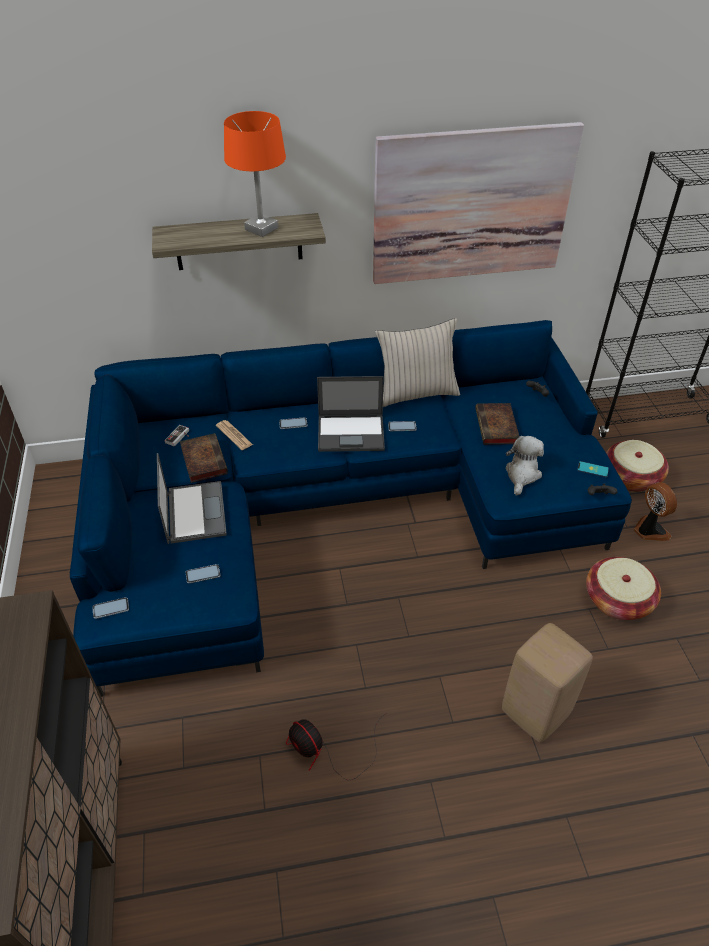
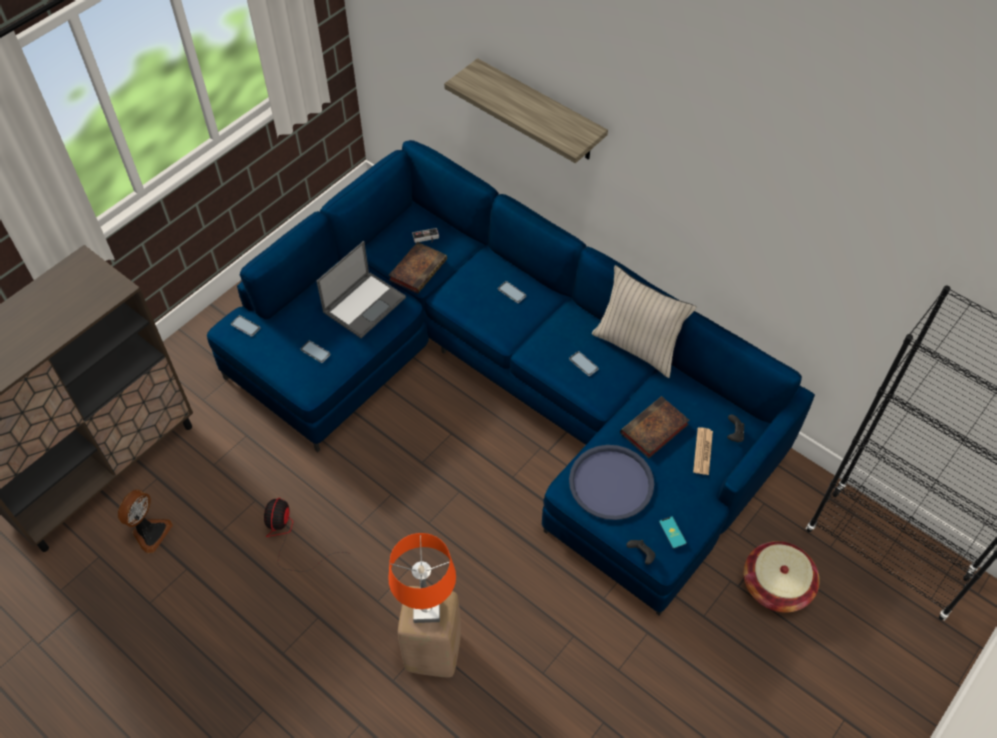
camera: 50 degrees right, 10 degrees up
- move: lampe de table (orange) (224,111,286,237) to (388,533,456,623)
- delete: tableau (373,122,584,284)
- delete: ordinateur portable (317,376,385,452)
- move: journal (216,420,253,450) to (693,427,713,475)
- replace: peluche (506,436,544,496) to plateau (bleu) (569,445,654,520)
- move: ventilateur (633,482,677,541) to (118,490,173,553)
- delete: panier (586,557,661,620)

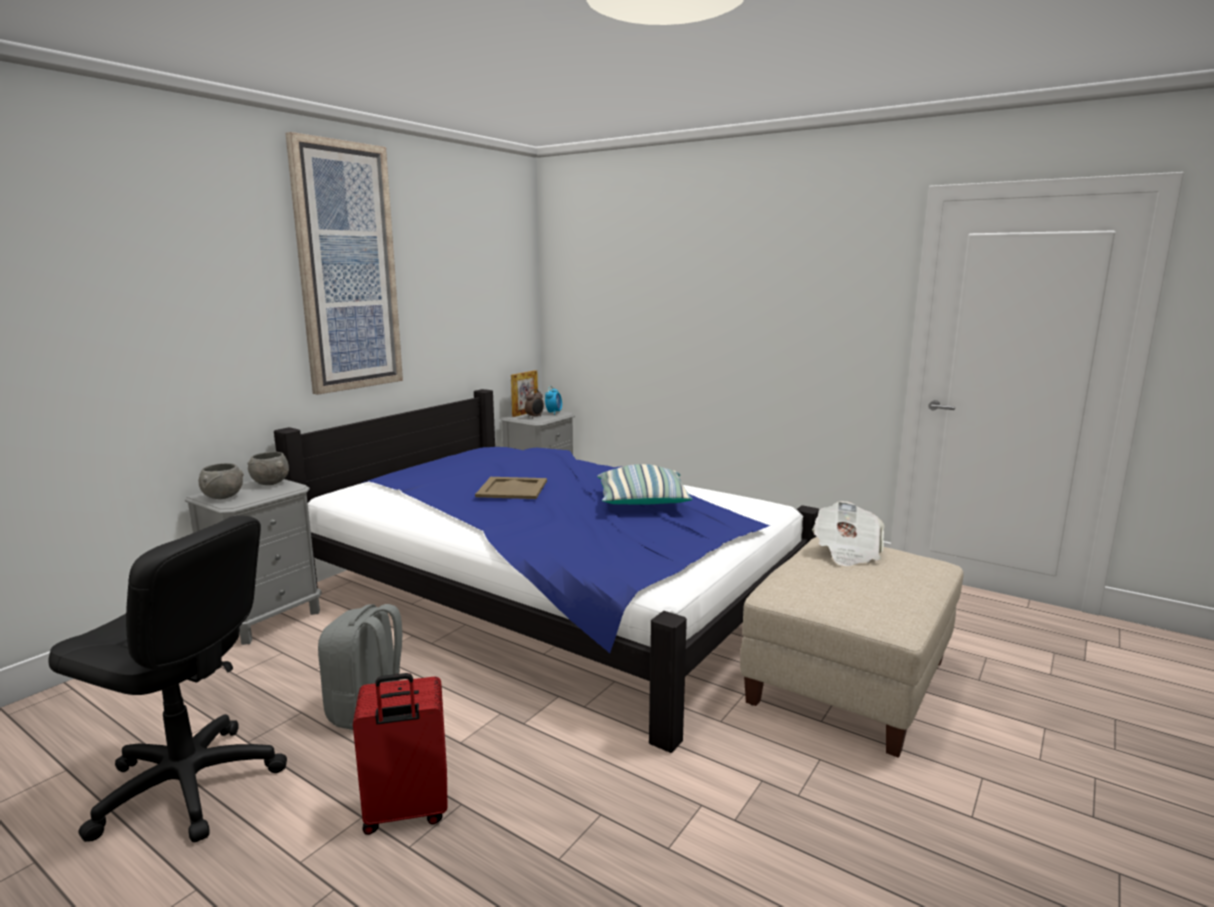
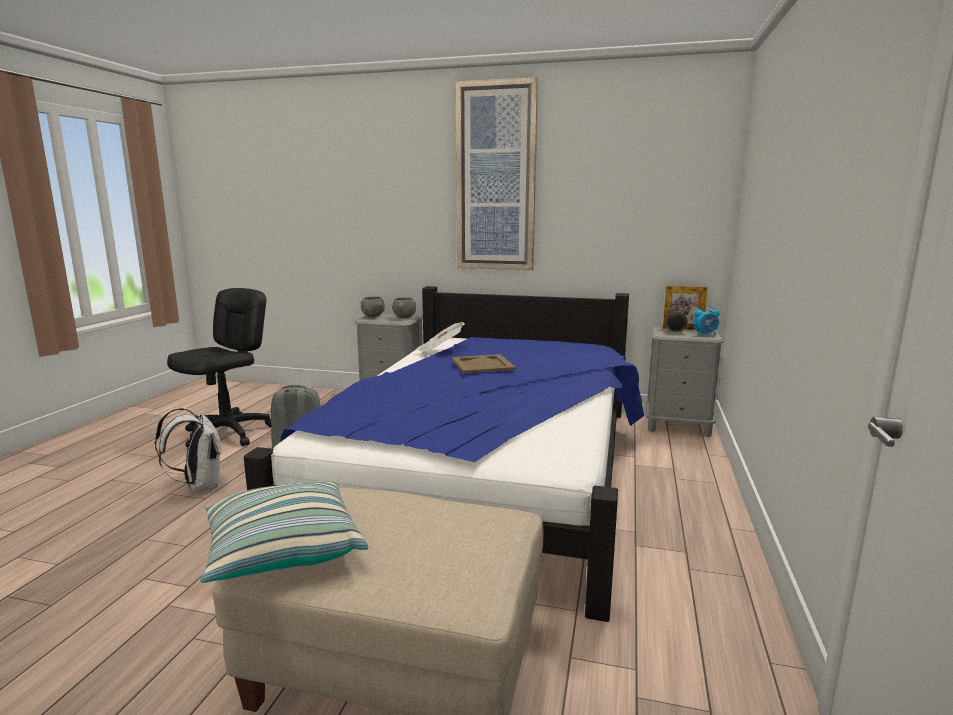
camera: 70 degrees right, 0 degrees up
- move: coussin (597,464,693,505) to (200,481,368,583)
- move: journal (812,501,885,566) to (417,322,465,352)
- rotate: chaise de bureau (noir) (48,515,287,843) = (167,288,272,448) 150 degrees counterclockwise
- replace: valise (rouge) (353,673,448,835) to sac à dos (blanc) (155,408,222,491)

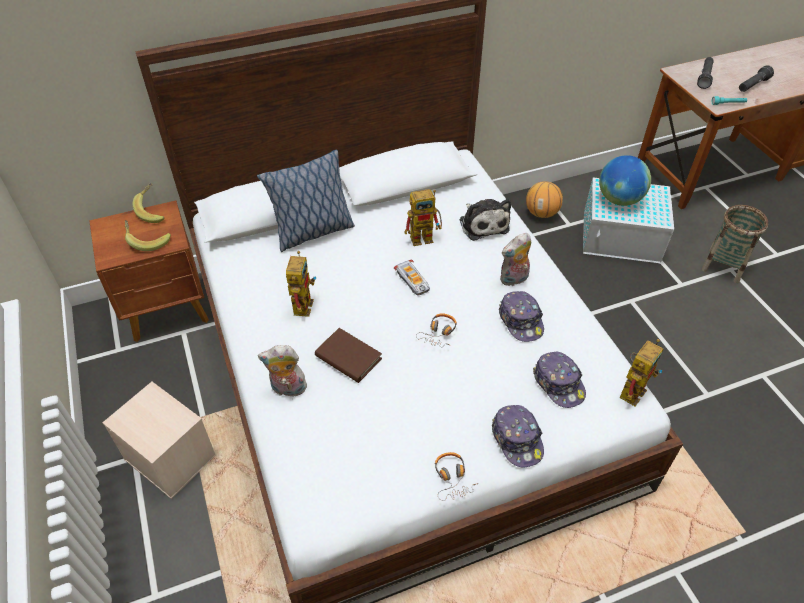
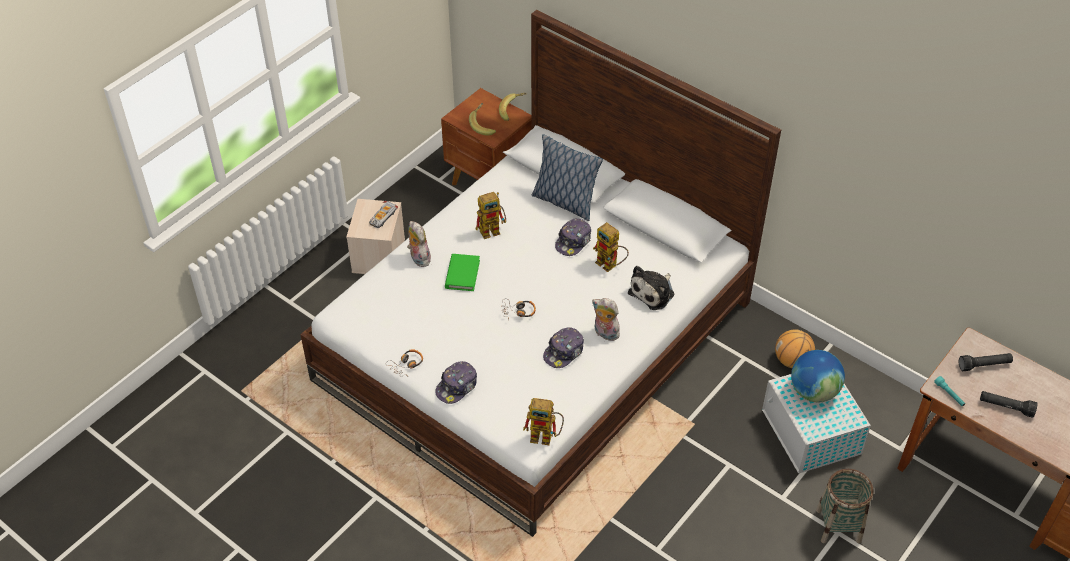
camera: 60 degrees right, 0 degrees up
- move: petite voiture (394,260,430,296) to (369,201,398,228)
- recolor: livre (marron) (315,328,382,383) to livre (vert) (445,254,480,291)
- move: casquette (533,352,586,408) to (555,218,591,256)

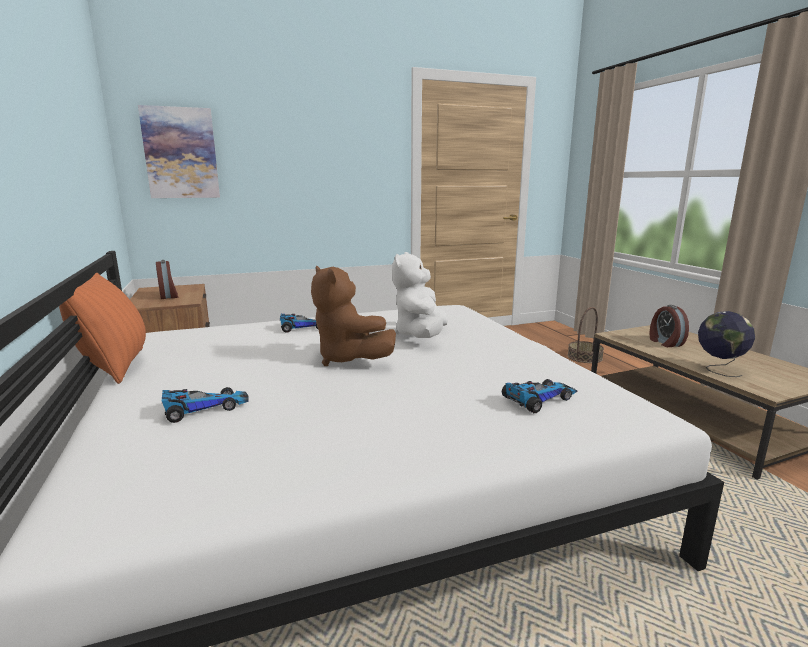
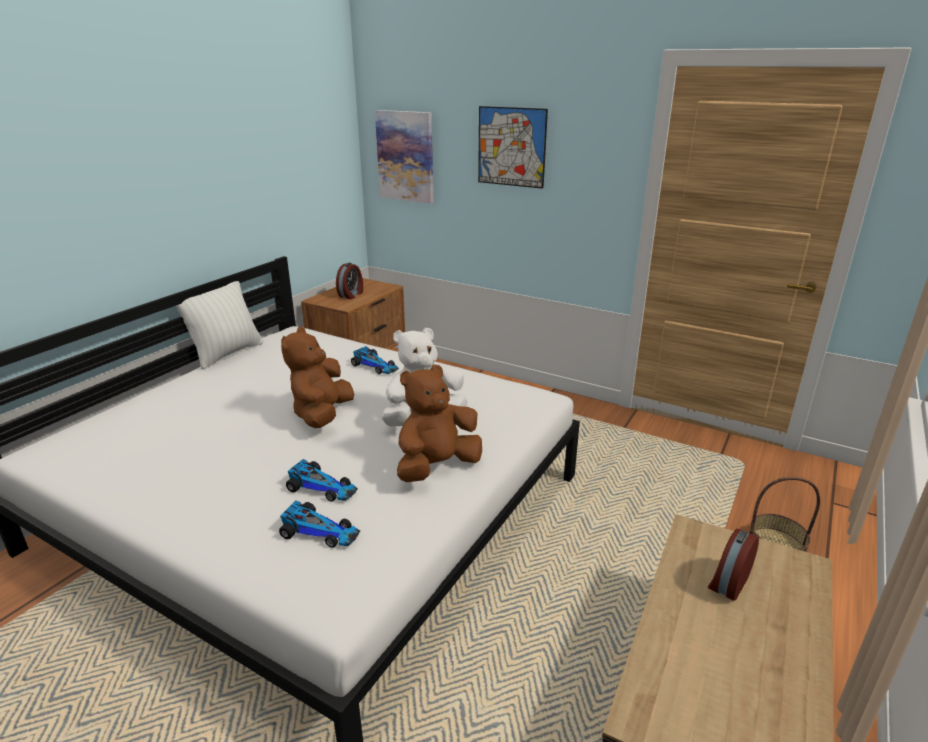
camera: 50 degrees right, 10 degrees up
- recolor: coussin (orange) (59,273,146,384) to coussin (blanc) (176,281,263,370)
- delete: globe (698,311,755,377)
- move: petite voiture (162,387,249,423) to (286,459,358,502)
- insert: tableau (478,106,548,189)
- insert: peluche (marron) (397,364,482,482)

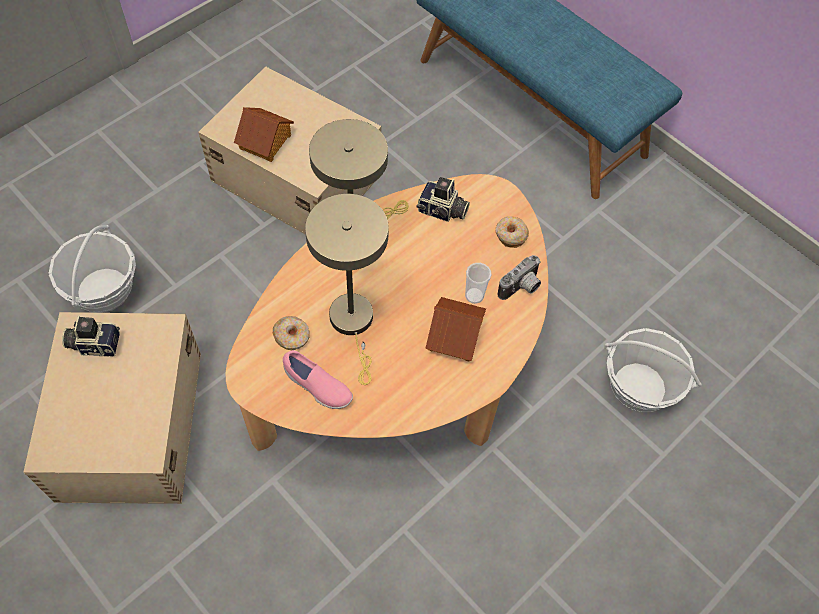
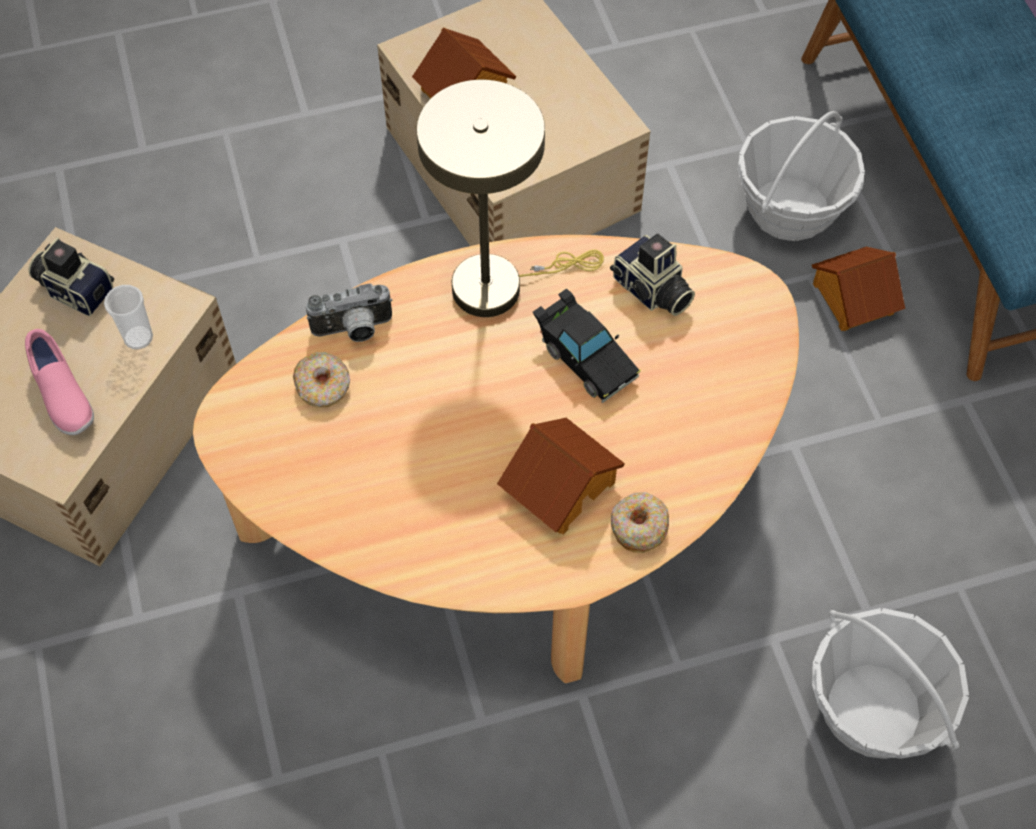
camera: 30 degrees right, 0 degrees up
- delete: lampe de table (beige) (305,194,389,385)
- move: beignet (496,217,529,248) to (611,492,669,553)
- move: panier (48,225,136,313) to (738,111,865,241)
- move: appareil photo (498,255,541,300) to (306,283,392,342)
- move: tasse (465,263,491,304) to (104,285,153,349)
- move: chaussure (rose) (283,350,353,409) to (25,329,94,435)
- insert: maison miniature (812,247,905,331)
- insert: petite voiture (noir) (533,289,641,403)

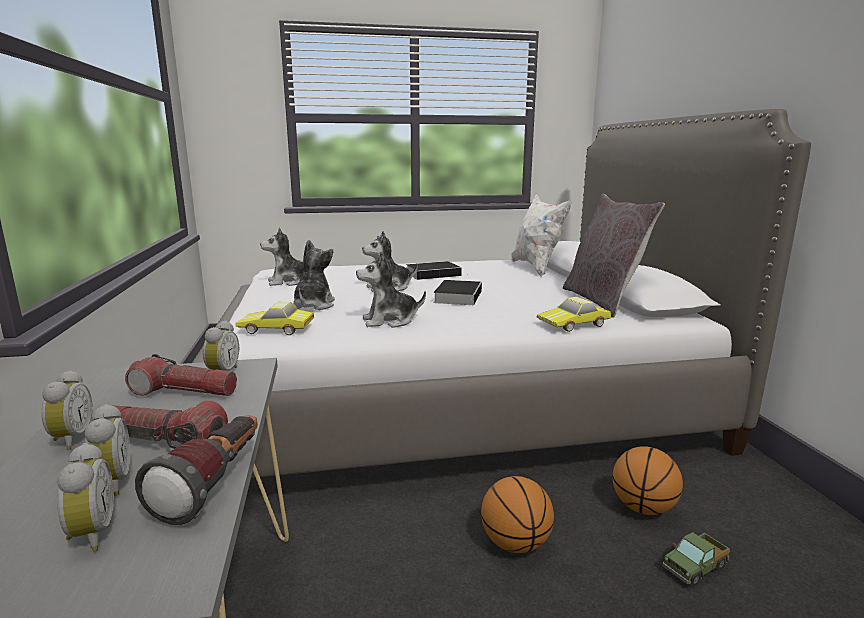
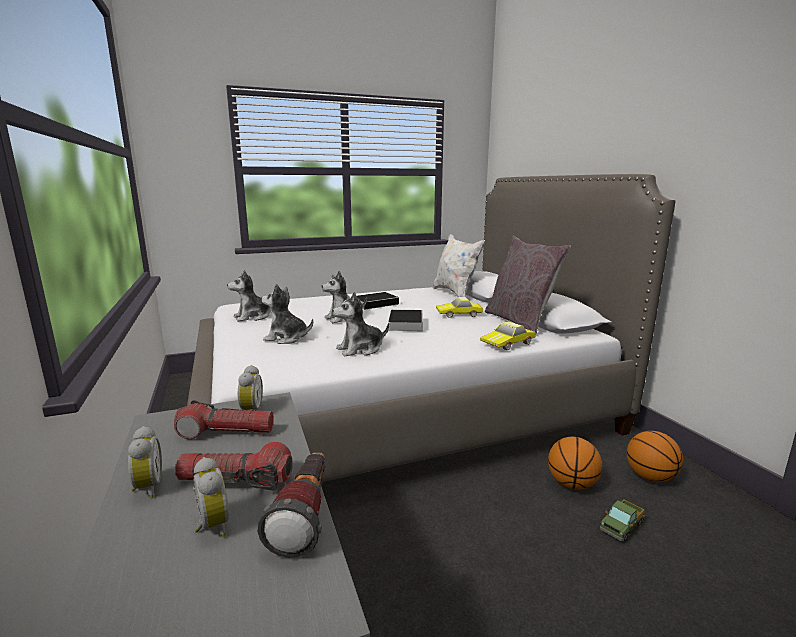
camera: 10 degrees left, 0 degrees up
- rotate: peluche (293,240,335,310) = (262,284,313,344) 75 degrees counterclockwise
- move: petite voiture (236,301,314,335) to (436,297,483,318)
- delete: réveil (57,443,114,552)
- move: ballon de basket (481,476,554,553) to (627,431,683,482)

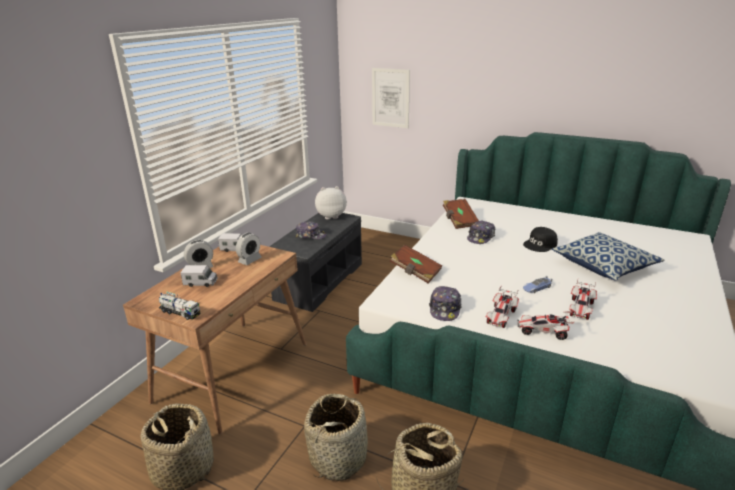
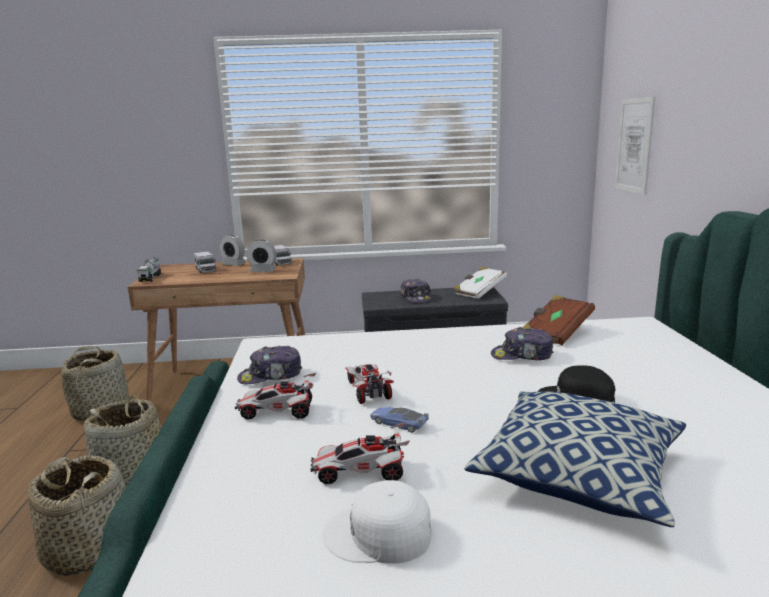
camera: 60 degrees right, 10 degrees down
- replace: peluche (315,186,347,220) to livre (blanc) (454,267,507,299)
- delete: livre (marron) (390,245,442,283)
- move: petite voiture (518,311,574,340) to (345,364,394,404)
- insert: casquette (blanc) (323,480,431,564)

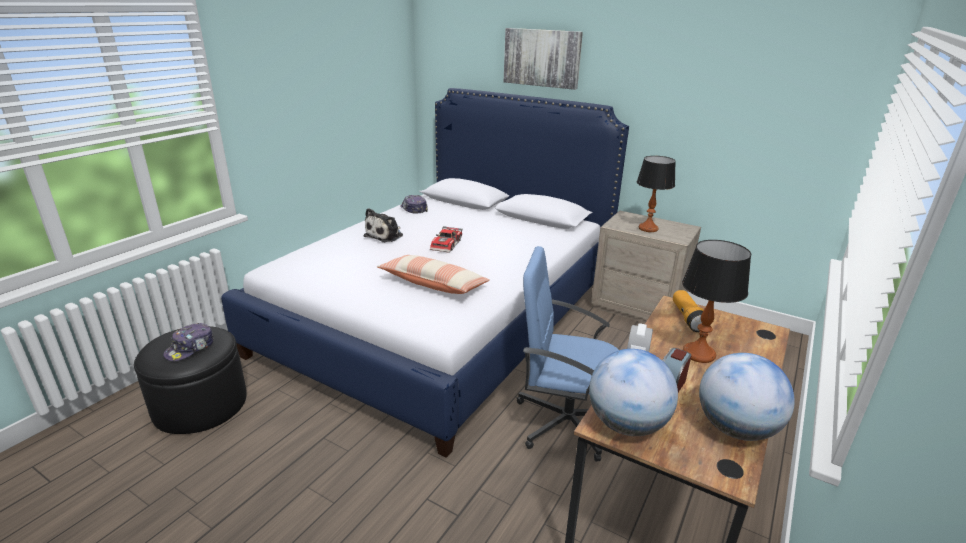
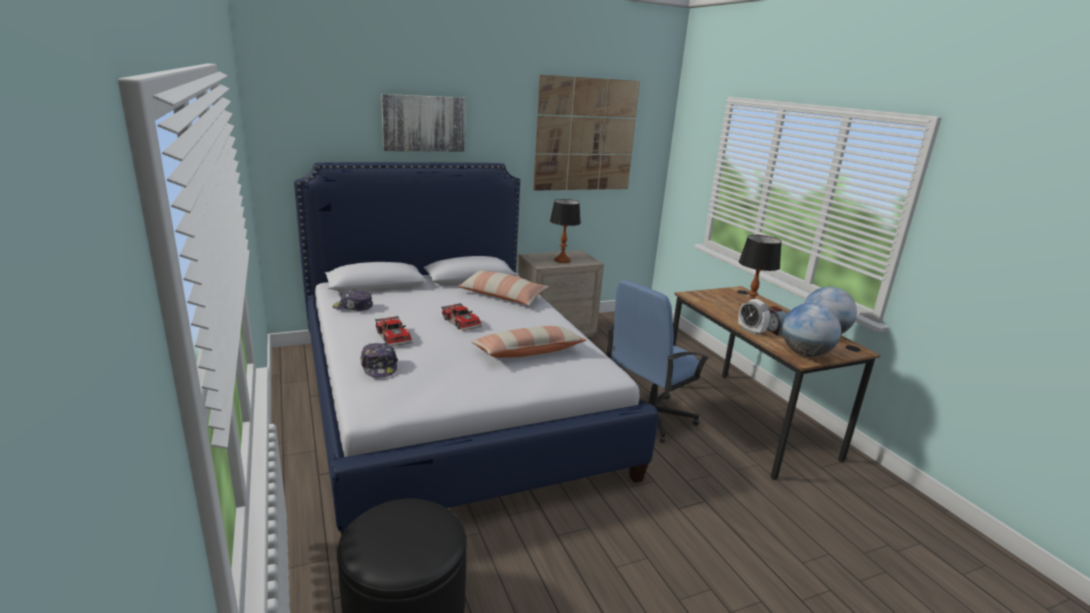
camera: 55 degrees left, 5 degrees down
- replace: peluche (363,208,403,242) to petite voiture (375,315,412,346)
- delete: lampe de poche (673,290,704,332)
- move: casquette (163,323,214,361) to (360,343,398,377)
- insert: tableau (533,75,640,191)
- insert: coussin (457,270,549,306)

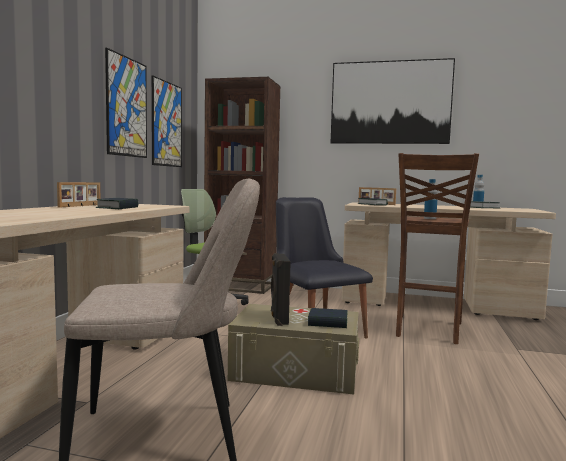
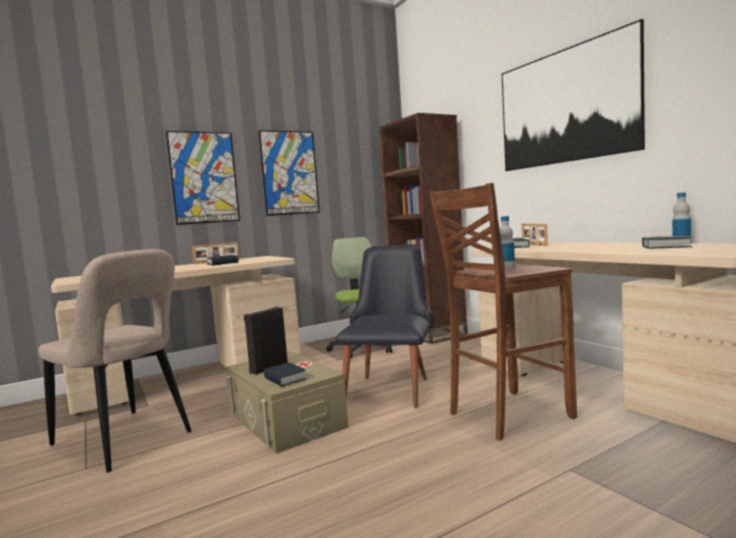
camera: 45 degrees right, 0 degrees up
- move: tableau (152,75,182,167) to (166,131,240,225)

